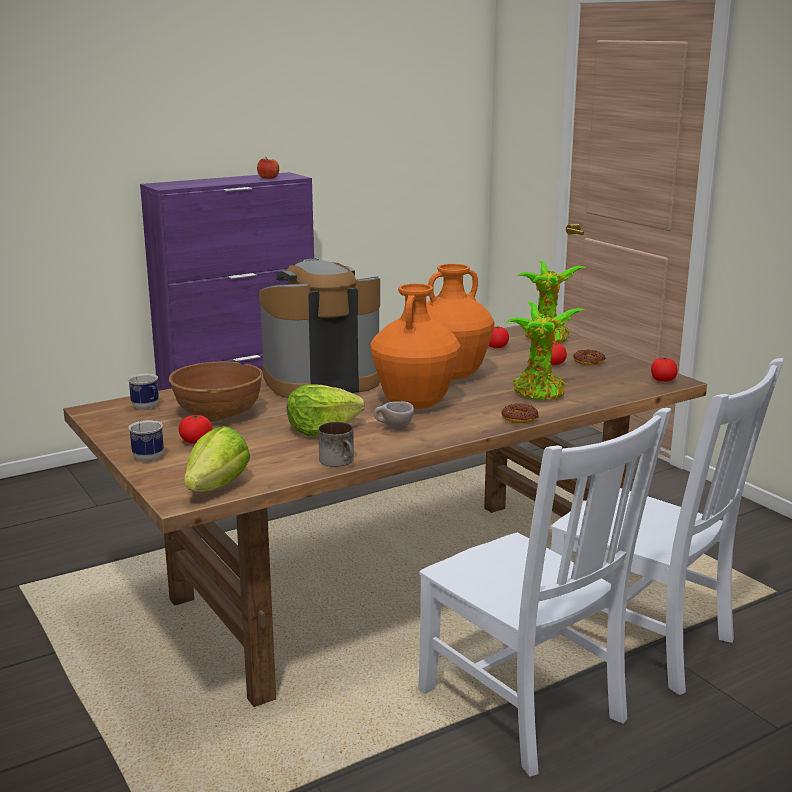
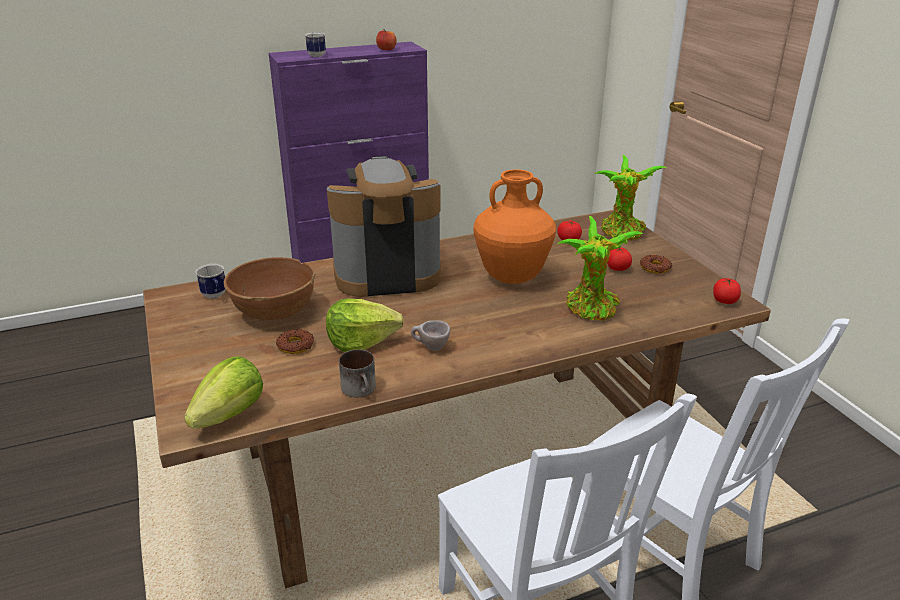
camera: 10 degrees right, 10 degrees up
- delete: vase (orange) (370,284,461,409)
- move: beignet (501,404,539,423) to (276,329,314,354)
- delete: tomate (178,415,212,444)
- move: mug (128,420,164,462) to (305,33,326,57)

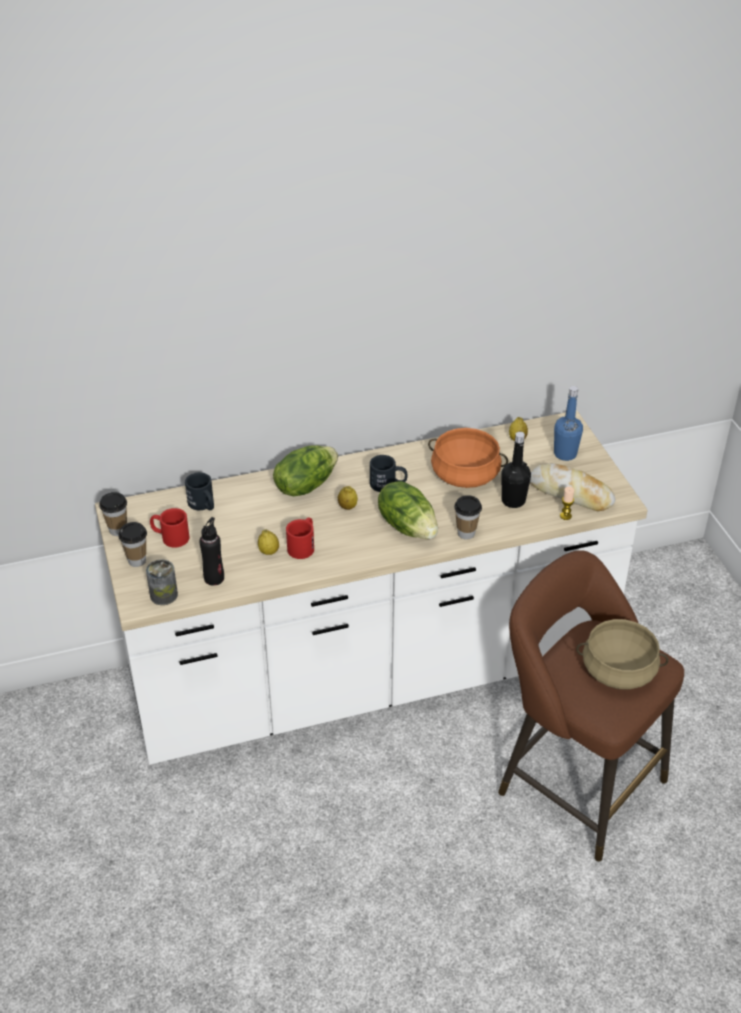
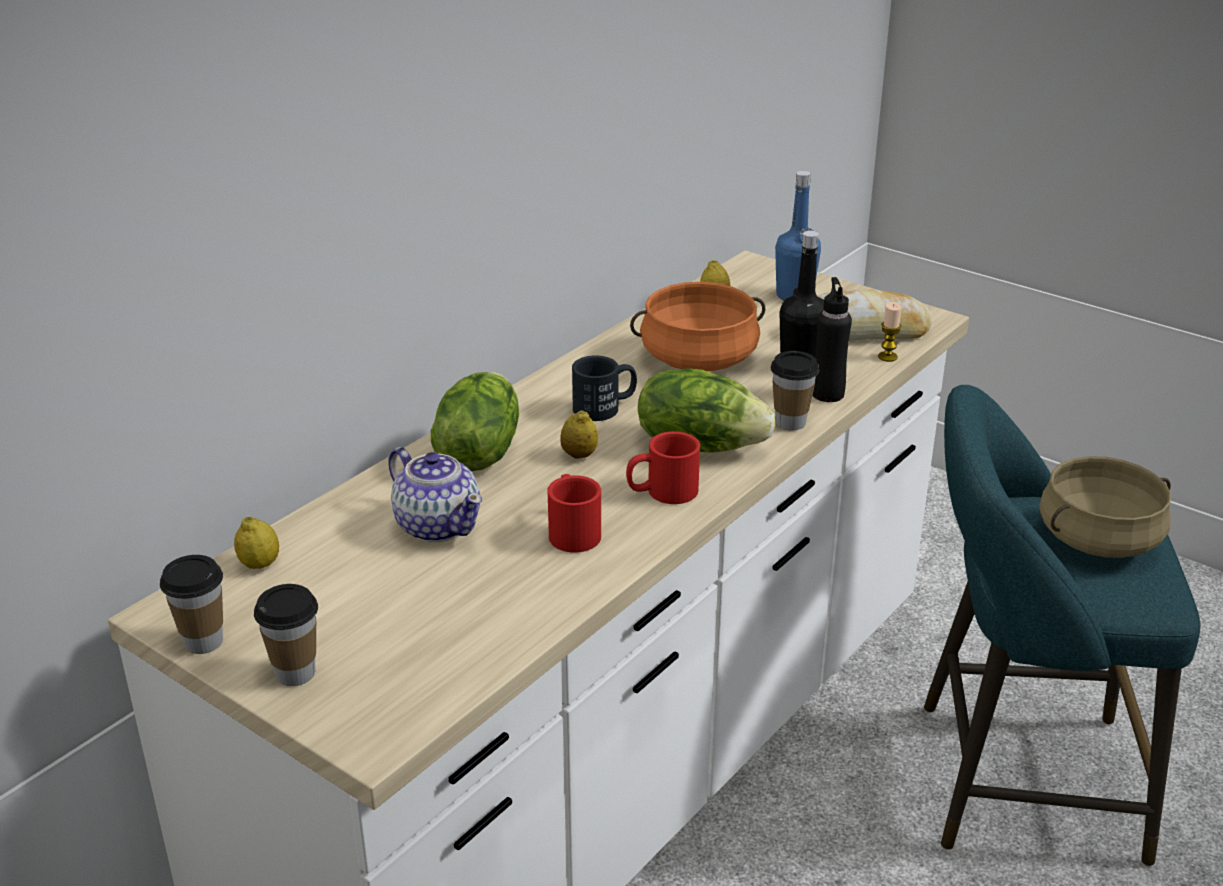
camera: 35 degrees left, 10 degrees down
- delete: mug (noir) (185,472,214,510)
- move: mug (rouge) (150,508,190,548) to (626,431,700,504)
- move: bouteille (noir) (199,517,224,586) to (812,277,852,402)
- move: citron (258,529,279,555) to (234,517,279,569)
- recolor: tabouret (marron) (498,550,684,862) to tabouret (turquoise) (924,385,1200,866)
- delete: boîte métallique (146,559,178,605)
- insert: théière (388,447,482,542)

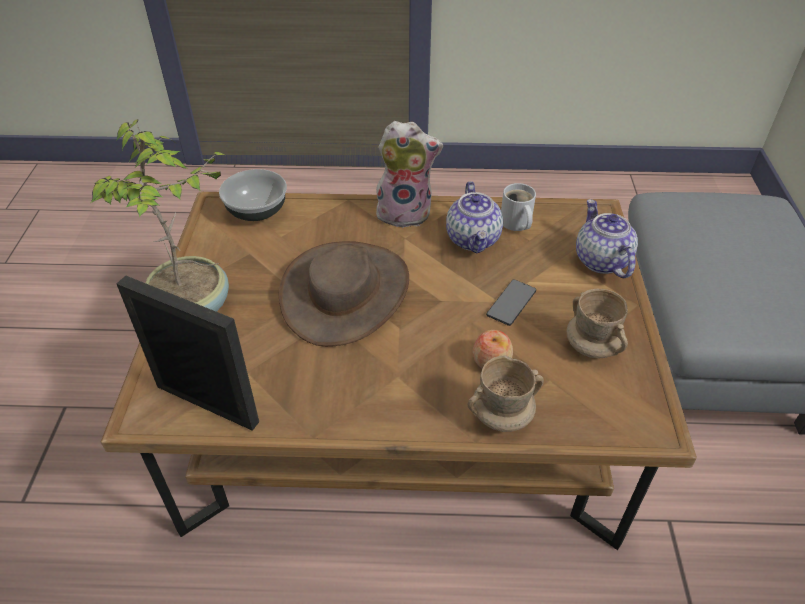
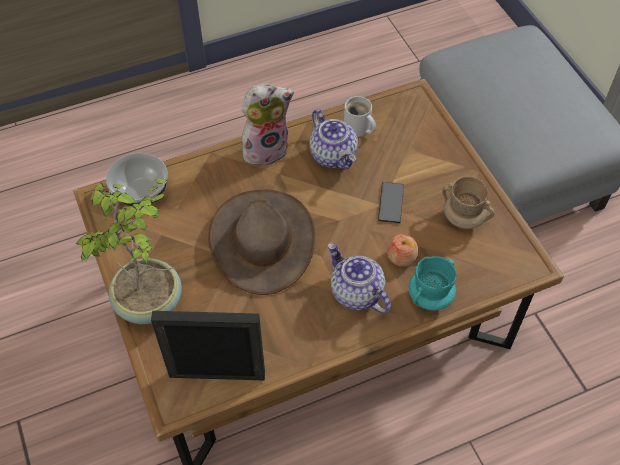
camera: 25 degrees left, 10 degrees up
- move: théière (576,199,638,278) to (328,243,391,314)
- recolor: mug (beige) (468,355,544,432) to mug (turquoise) (409,256,457,311)

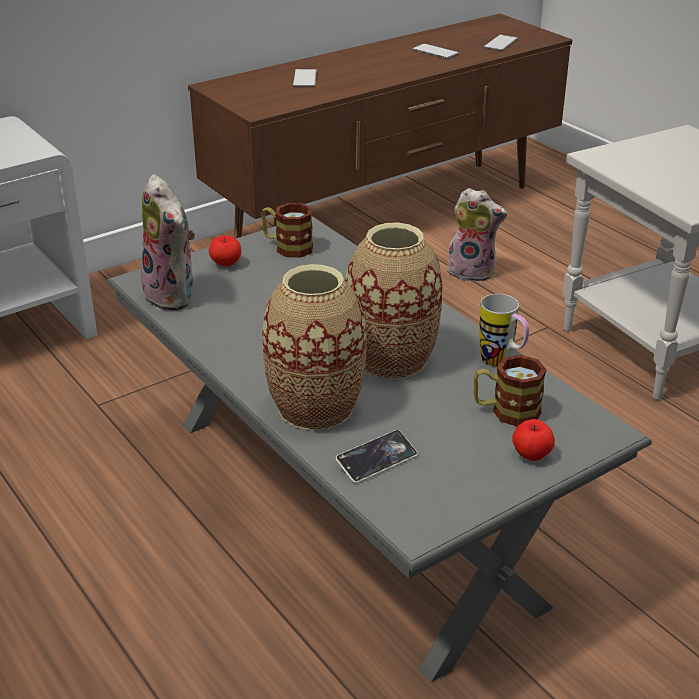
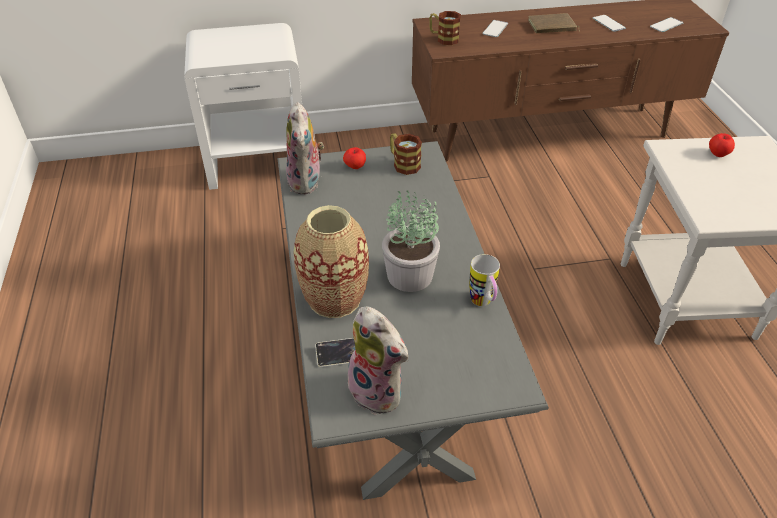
camera: 25 degrees right, 10 degrees up
- move: peluche (445,188,507,282) to (348,306,408,415)
- replace: vase (345,223,442,379) to plante en pot (382,190,440,292)
- move: mug (474,355,547,426) to (429,11,461,45)
- move: pomme (512,419,555,461) to (709,133,735,157)
- insert: livre (marron) (528,13,580,33)

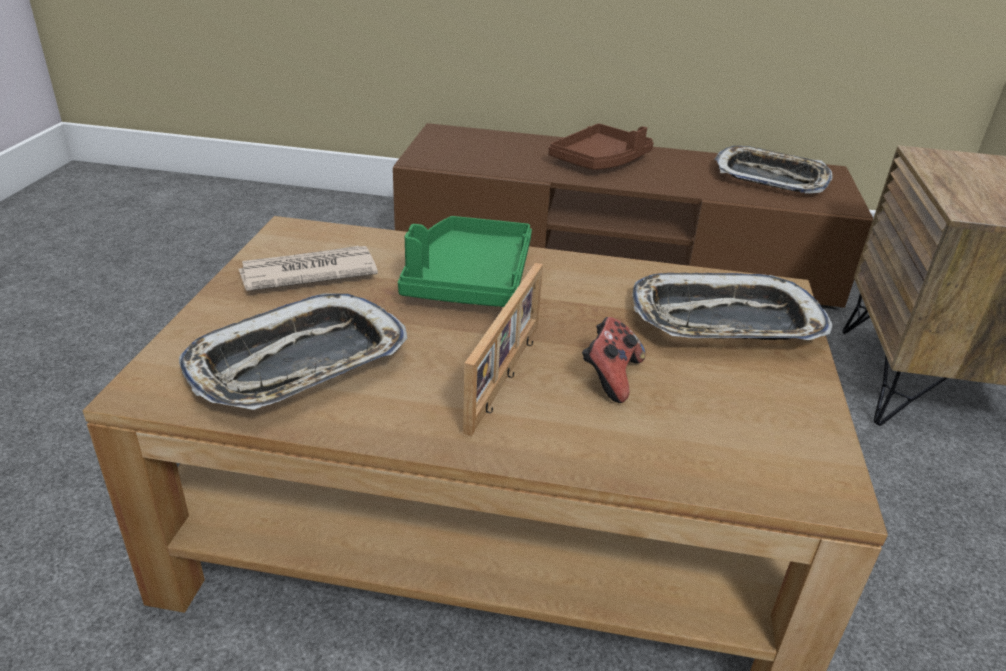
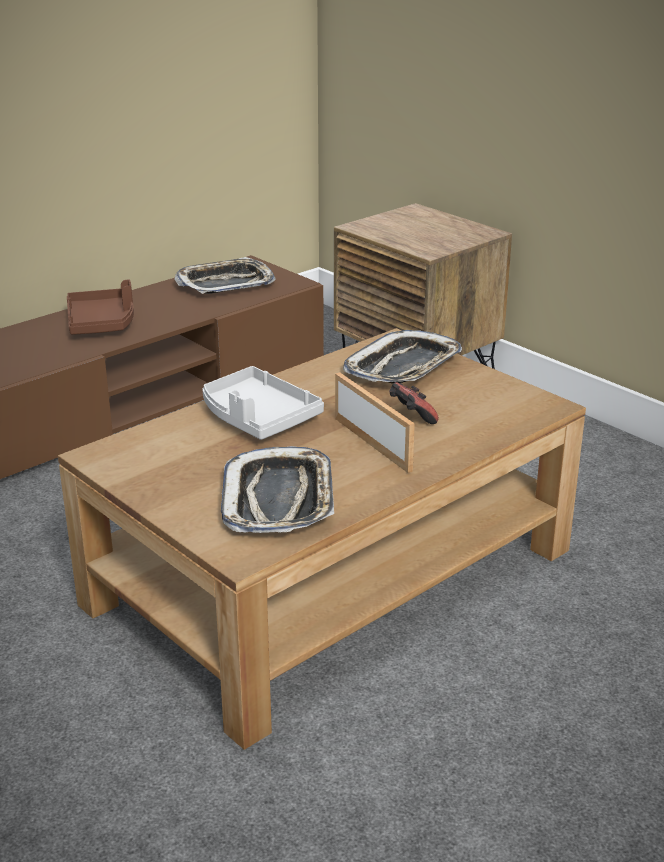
camera: 50 degrees left, 5 degrees down
- recolor: plateau (vert) (398,216,532,307) to plateau (gris) (202,366,324,440)
- delete: journal (239,246,378,291)

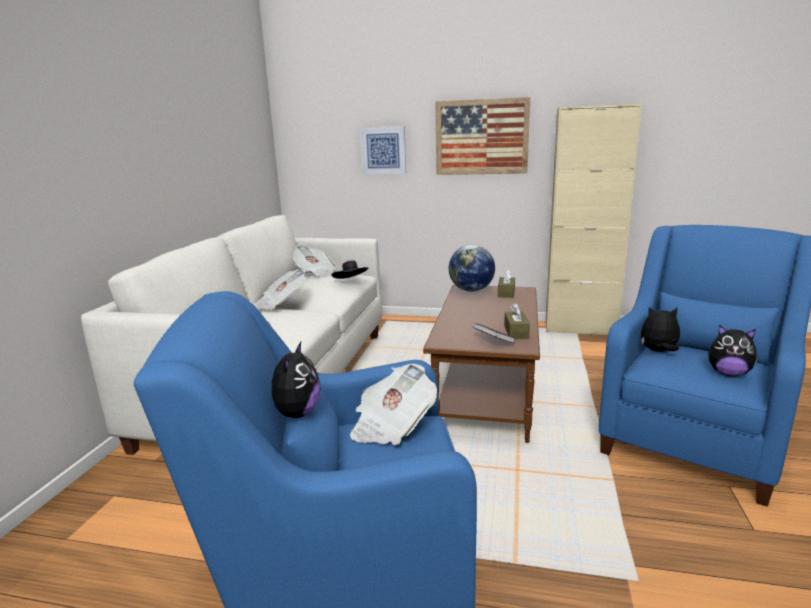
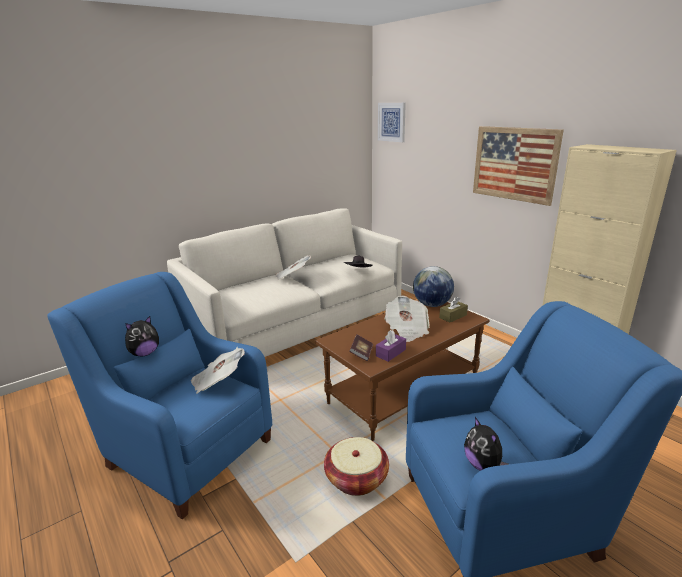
camera: 40 degrees right, 5 degrees up
- move: tableau (360,126,406,174) to (378,103,406,142)
- move: journal (293,246,337,278) to (384,296,429,342)
- recolor: boîte à mouchoirs (marron) (504,303,530,339) to boîte à mouchoirs (violet) (376,330,406,362)
- delete: peluche (641,307,680,352)
- insert: panier (324,437,389,496)

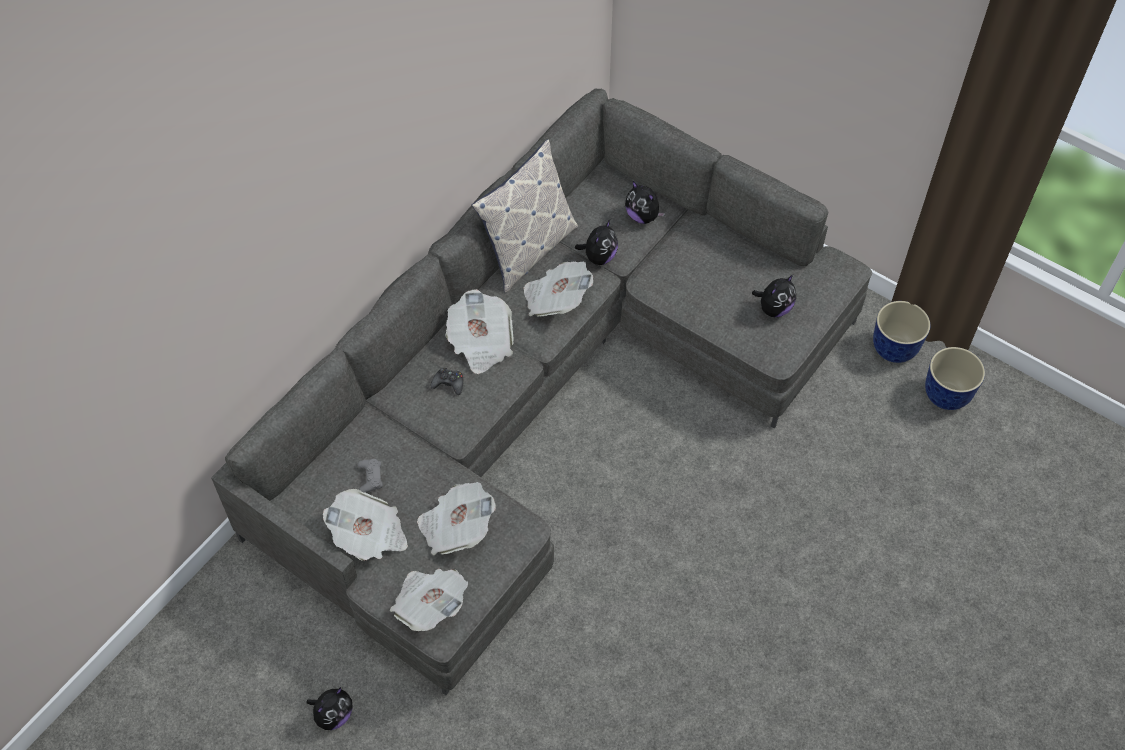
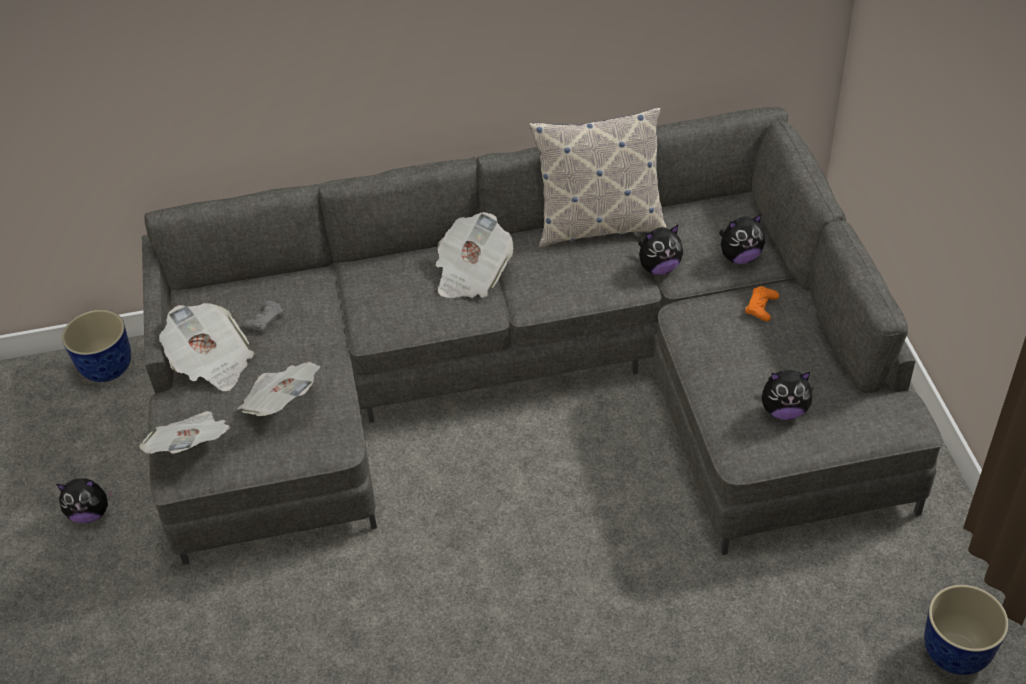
camera: 45 degrees right, 10 degrees down
- rotate: peluche (625,181,665,224) = (719,214,765,264) 105 degrees counterclockwise
- delete: journal (523,262,593,317)
- move: cache-pot (873,301,930,363) to (62,310,131,382)
- delete: manette (noir) (431,368,463,395)
- insert: manette (orange) (745,286,779,321)

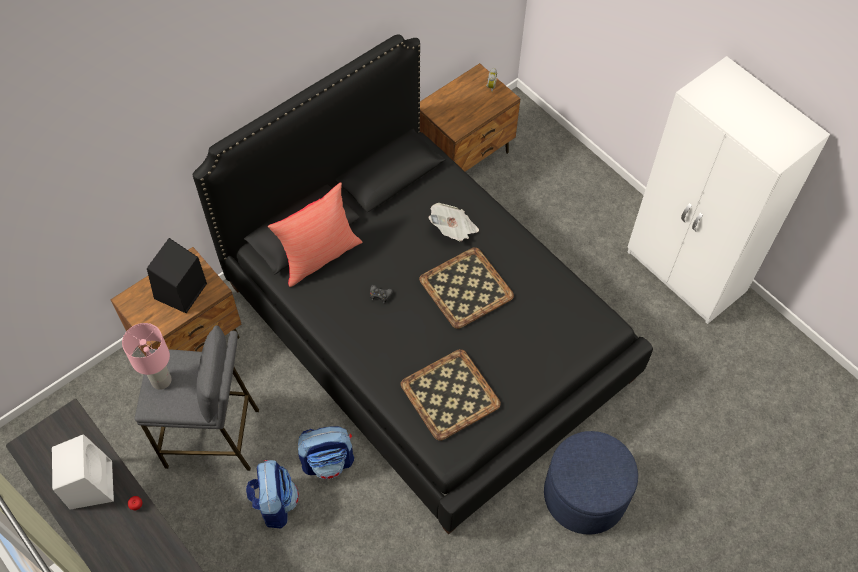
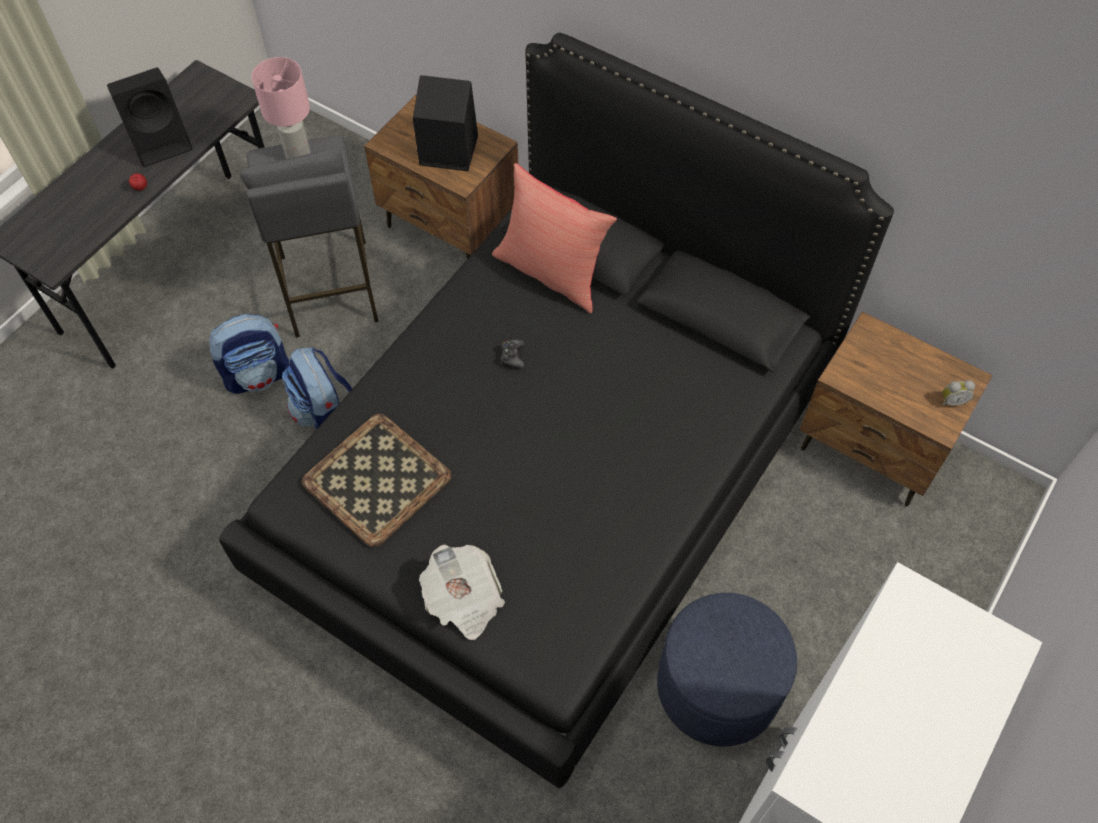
camera: 75 degrees right, 0 degrees up
- move: journal (428,203,479,241) to (419,544,505,640)
- delete: plateau (419,247,514,329)
- move: pouf (bleu) (544,431,638,535) to (657,593,797,746)
- recolor: enceinte (blanc) (52,434,114,509) to enceinte (noir) (107,68,193,167)

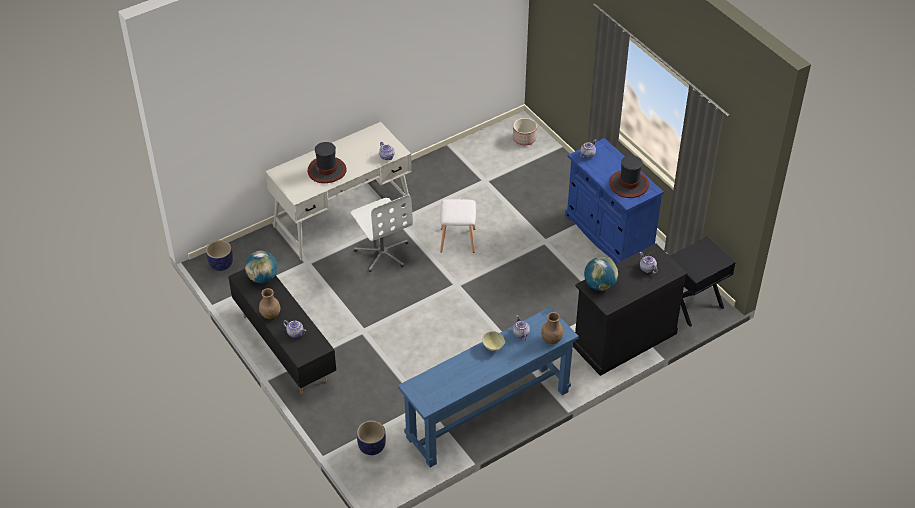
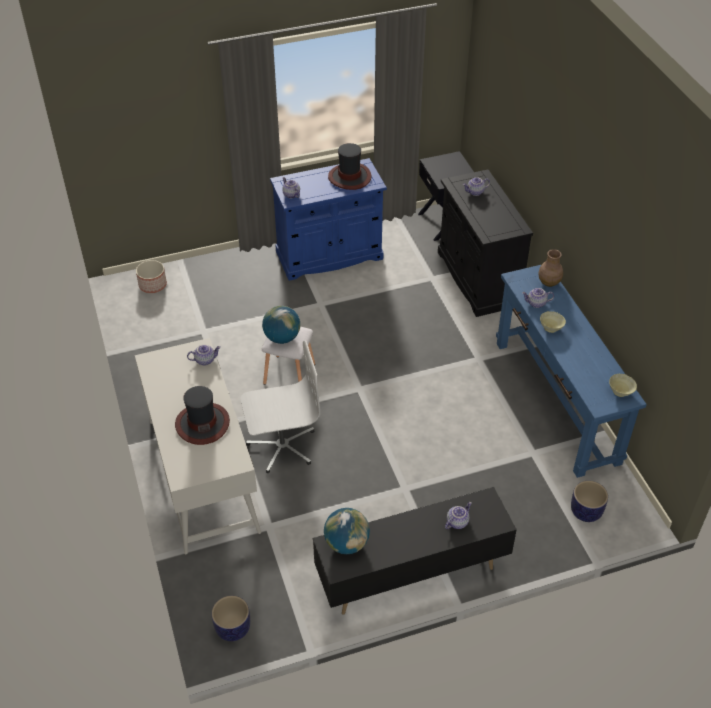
camera: 75 degrees left, 0 degrees up
- move: globe (584,257,618,291) to (262,306,300,344)
- delete: vase (marron) (259,288,280,319)
- insert: bol (beige) (609,374,637,397)

